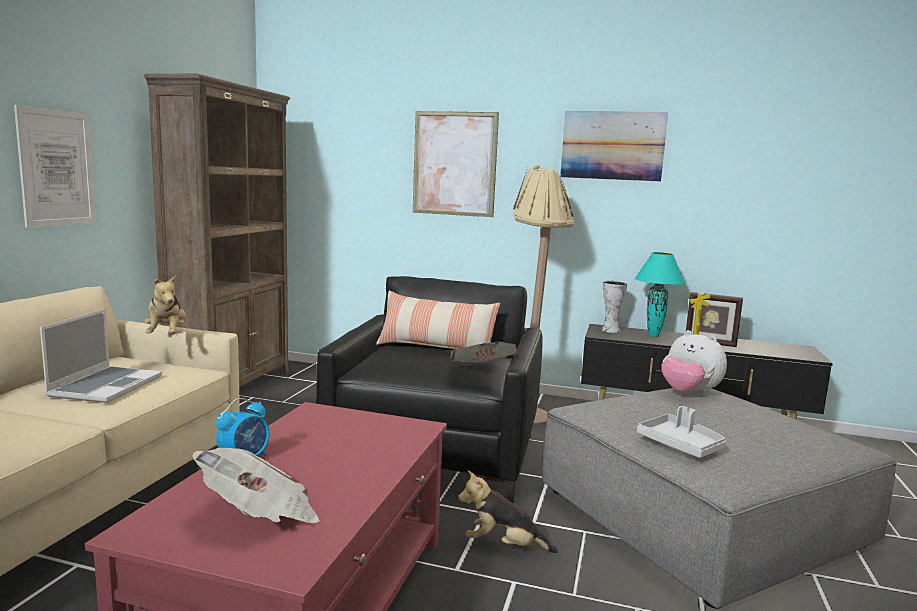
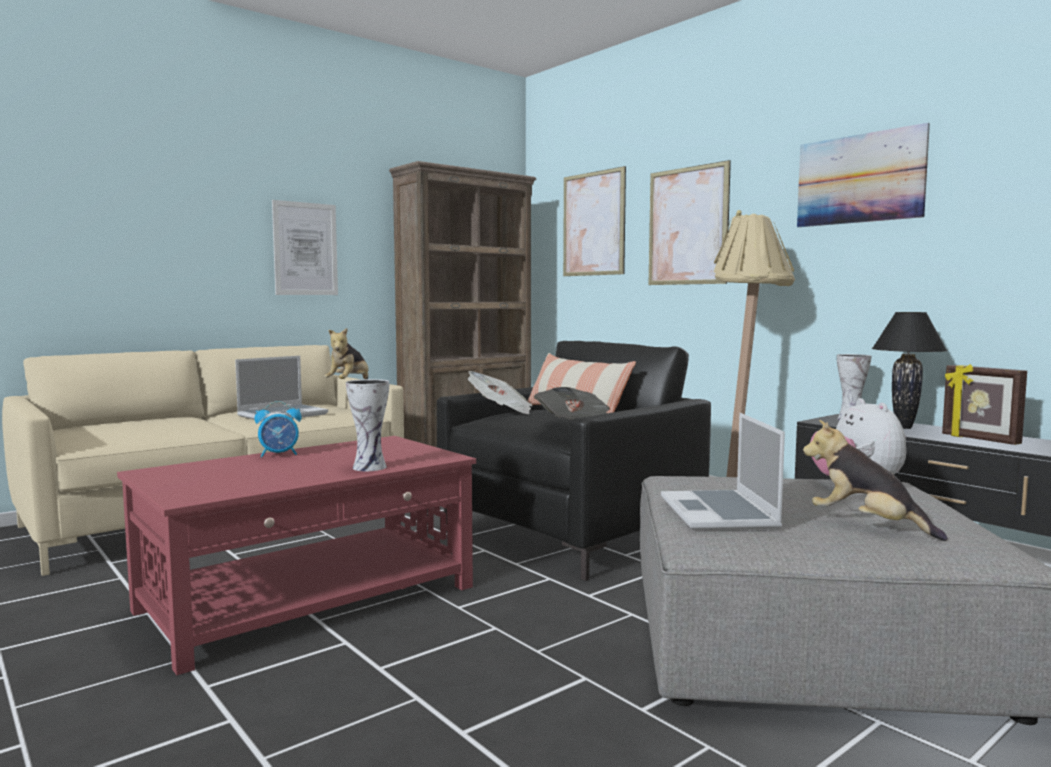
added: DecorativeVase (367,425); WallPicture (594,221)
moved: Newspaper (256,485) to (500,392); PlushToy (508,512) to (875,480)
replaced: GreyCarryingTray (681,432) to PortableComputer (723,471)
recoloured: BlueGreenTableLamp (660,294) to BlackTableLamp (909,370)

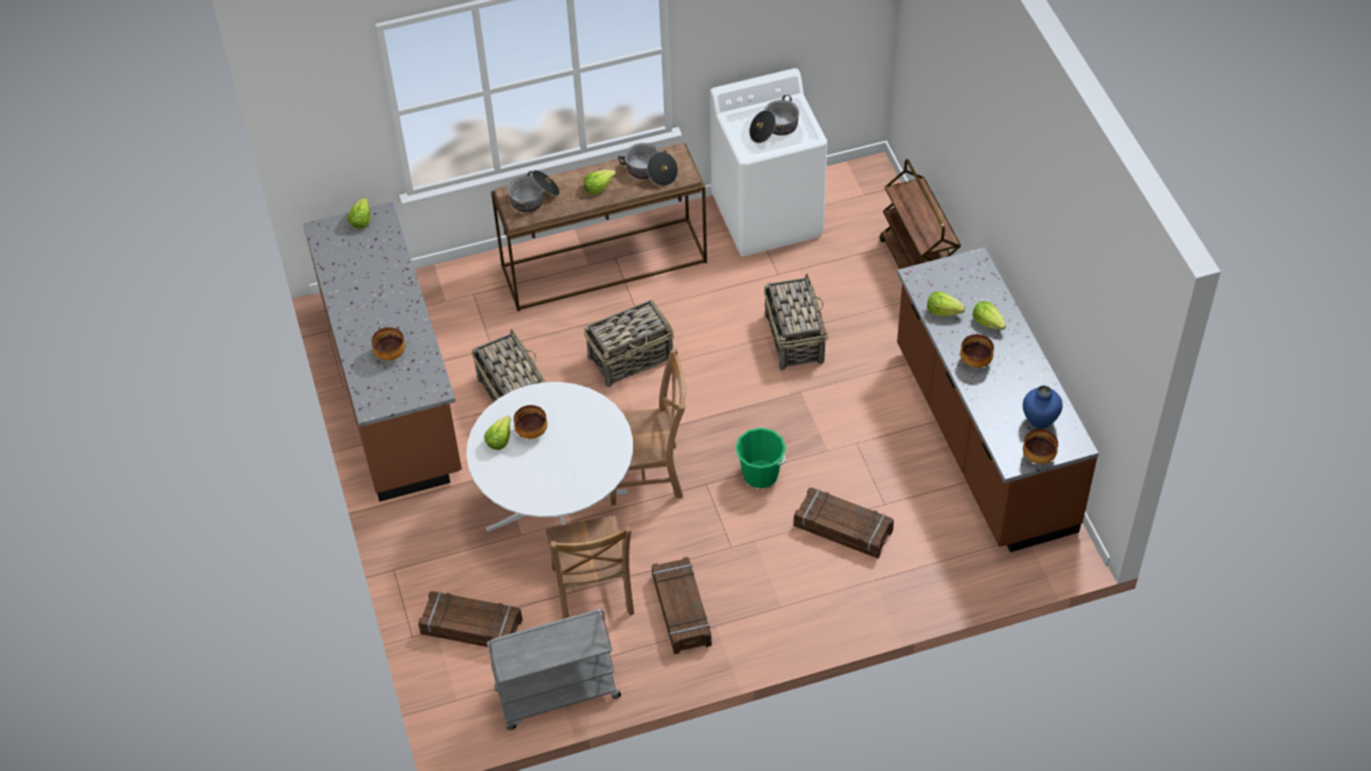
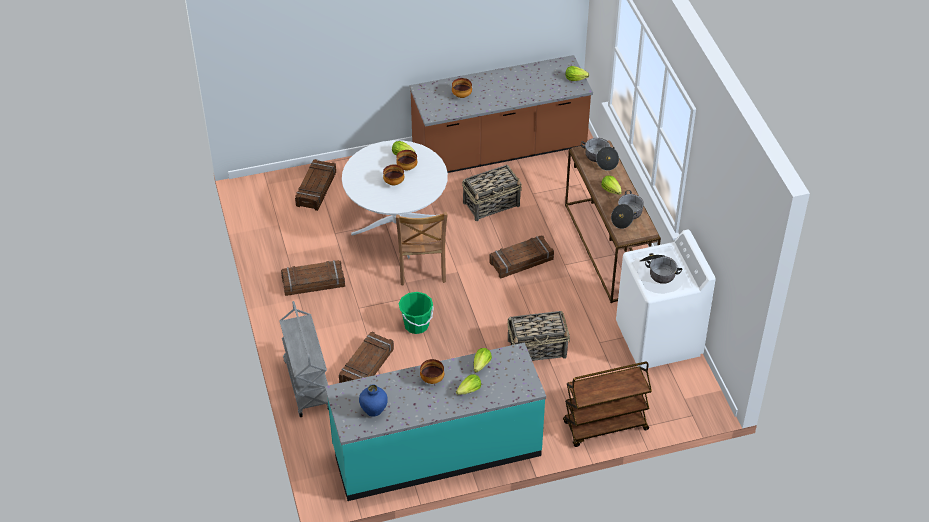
removed: BrownishUprightChair (590,567)
moved: GreyTrolley (554,669) to (304,359); ServingBowl (1040,446) to (393,175)
replaced: Basket (629,343) to PackingCrate (522,257)
recoloured: BrownishCounter (998,399) to BlueGreenCounter (435,422)

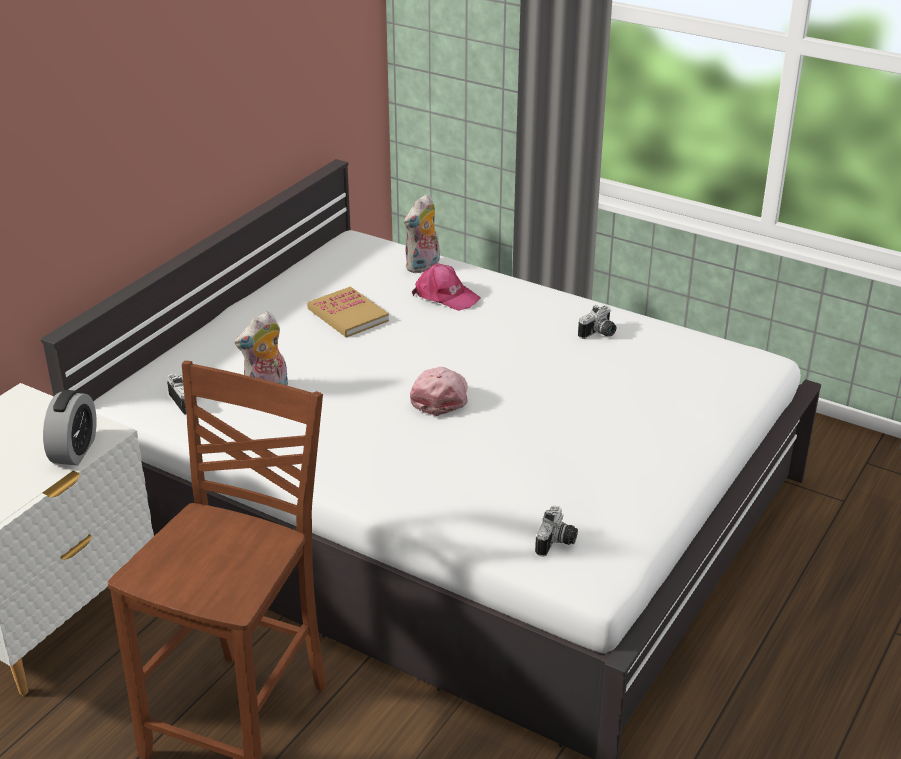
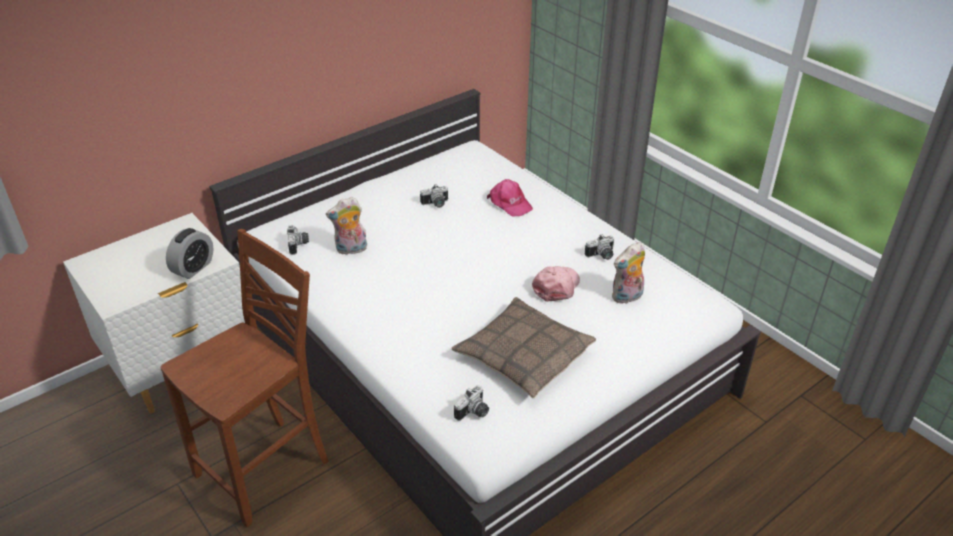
added: Cushion (524,347)
moved: PlushToy (422,234) to (628,273); PinkBaseballCap (439,391) to (556,284)
replaced: Book (348,312) to PhotoCamera (434,196)

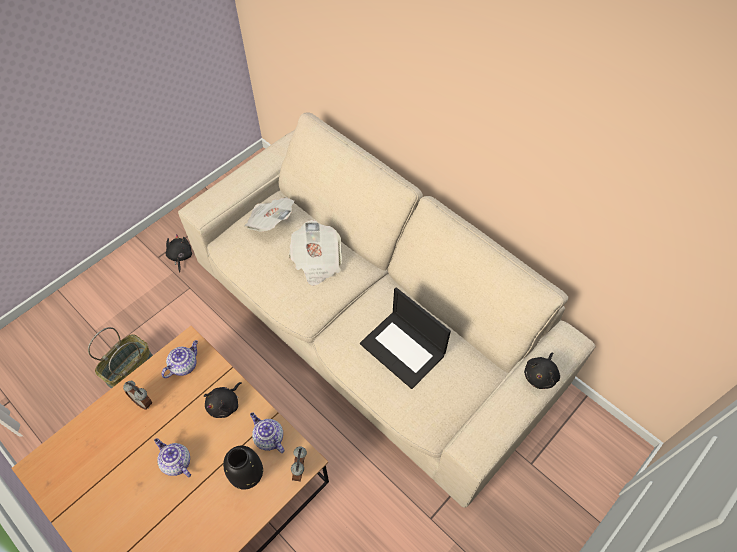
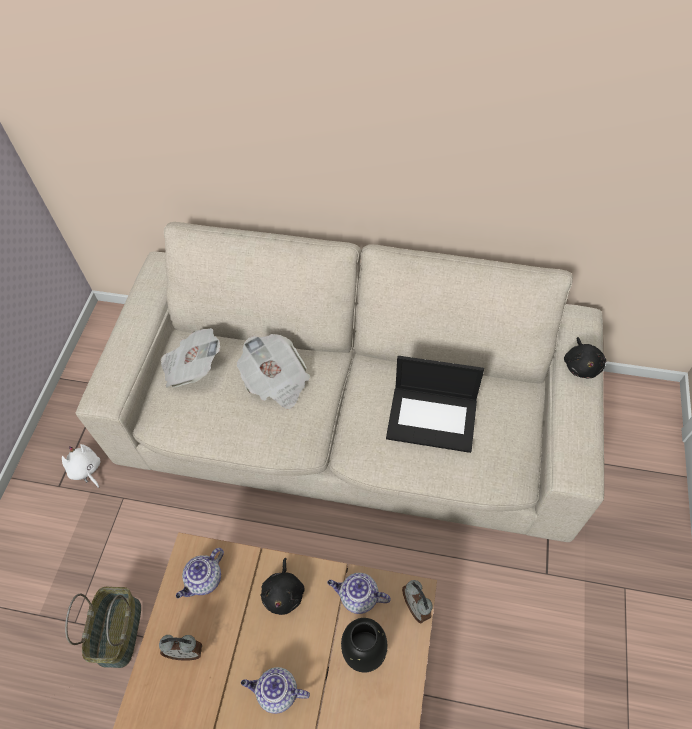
recoloured: BlackPlushToy (178,253) to WhitePlushToy (81,466)
turned: PotForTea (179,359) = (200,573) 150 degrees counterclockwise

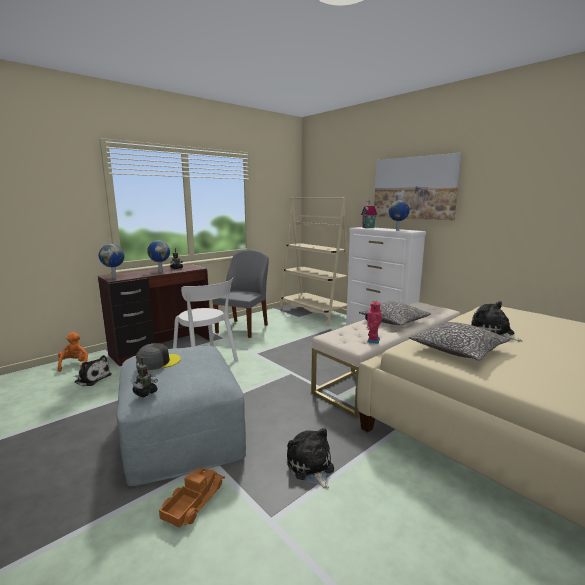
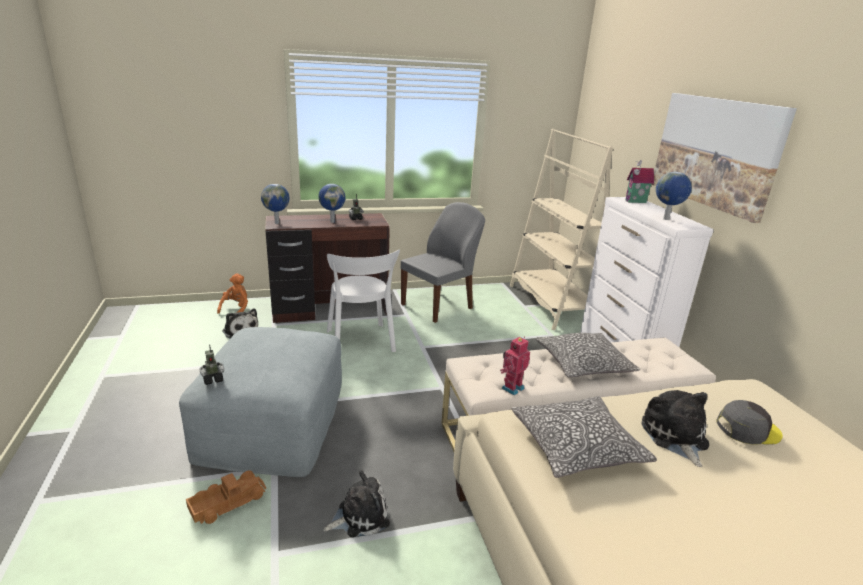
moved: GreyBaseballCap (158,357) to (749,422)
turned: PlushToy (310,458) = (356,503) 60 degrees clockwise

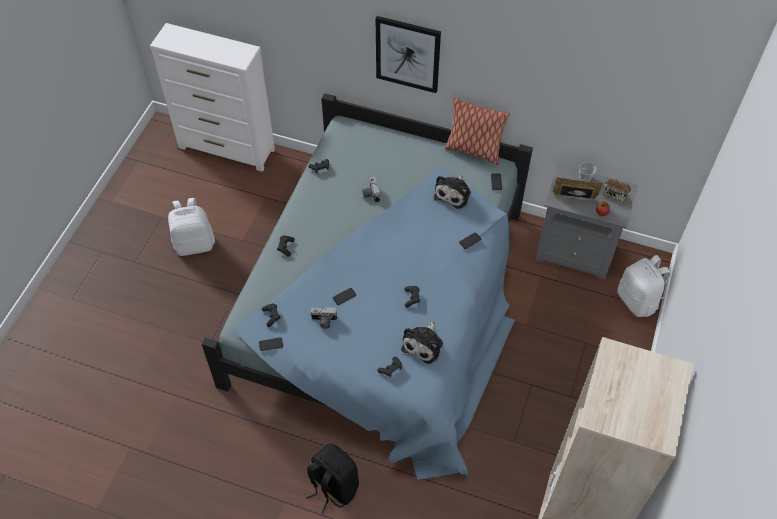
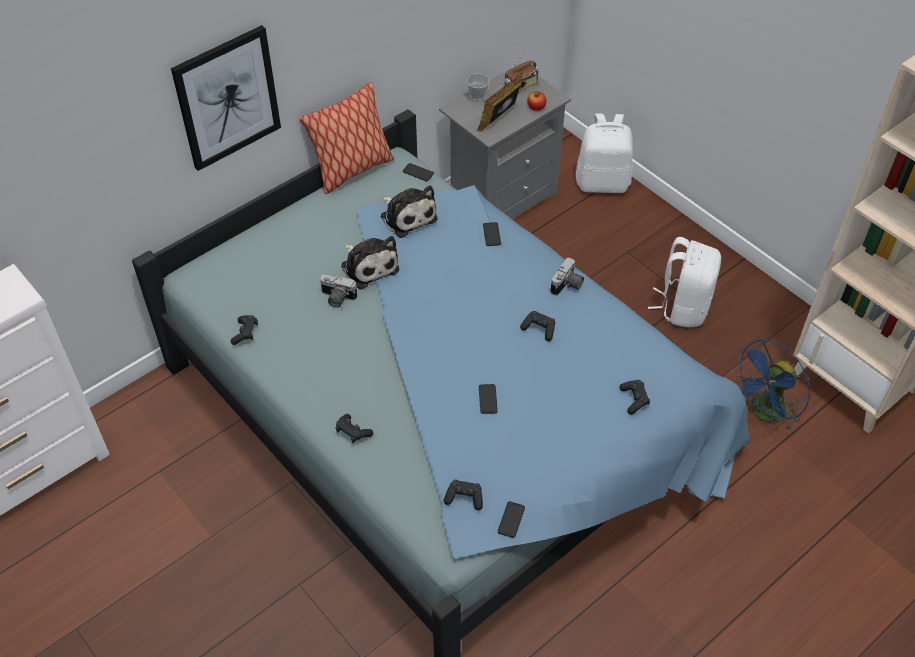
removed: BlackRucksack (332,478)
added: BlueColouredFan (770,385)
moved: WhiteRucksack (191,227) to (684,282); PhotoCamera (323,318) to (567,277); PlushToy (422,342) to (370,262)

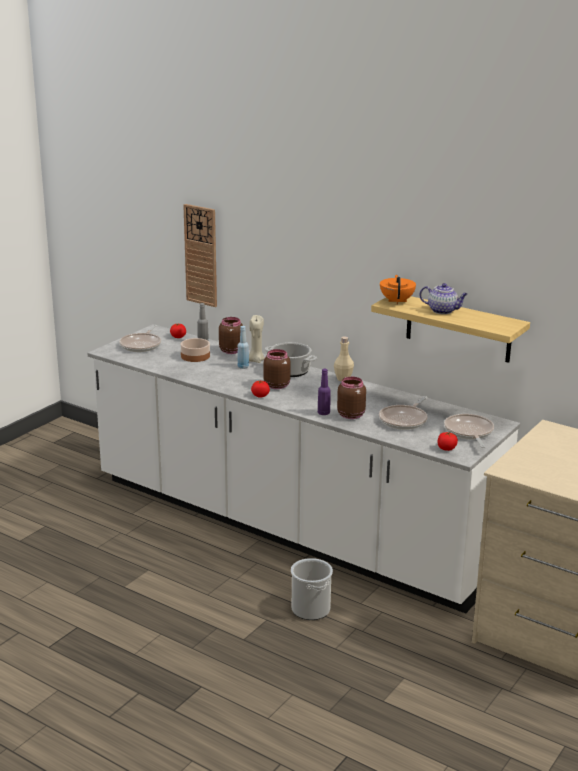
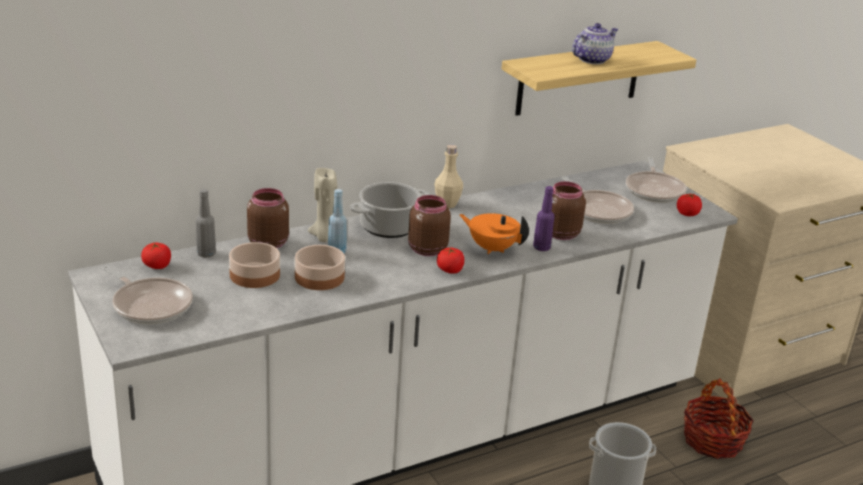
removed: ClockOnTheWall (200,255)
added: ServingBowl (320,267); Basket (719,418)
moved: OrangePotForTea (398,289) to (494,233)
turned: Skillet (469,431) = (656,180) 105 degrees counterclockwise

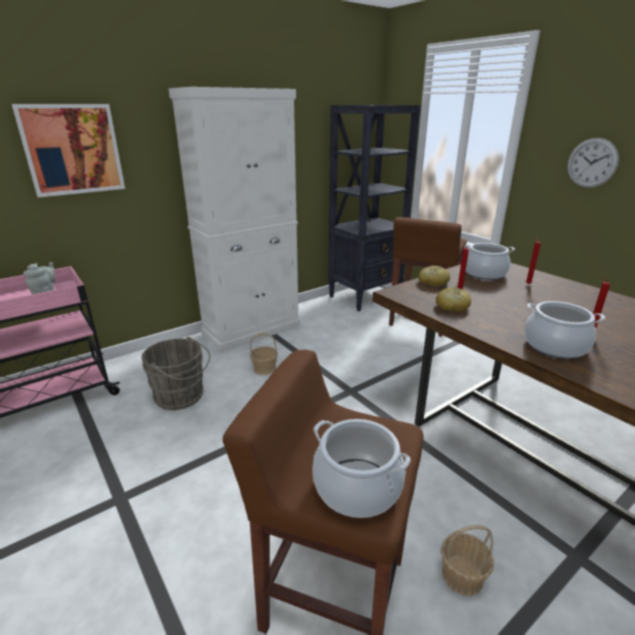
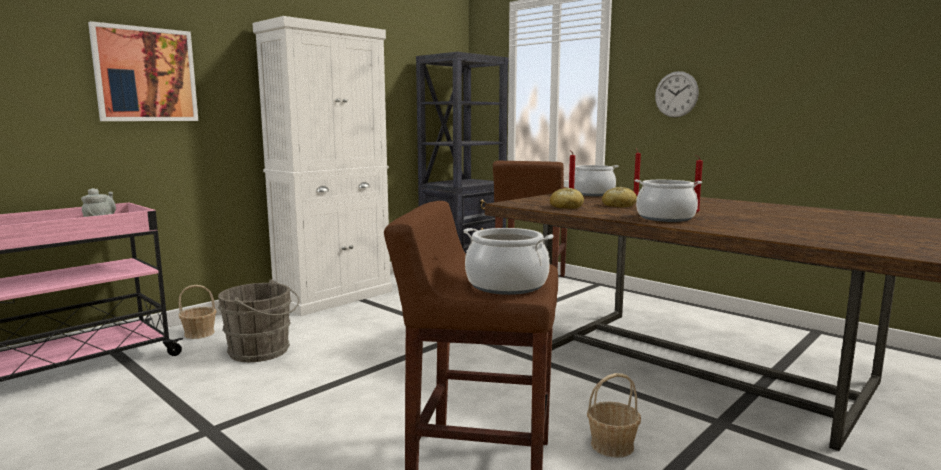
moved: Basket (264,354) to (198,312); BakeryBread (434,276) to (619,197)

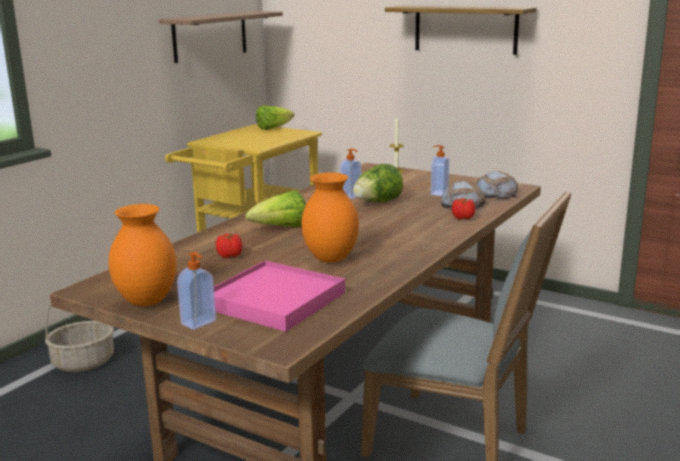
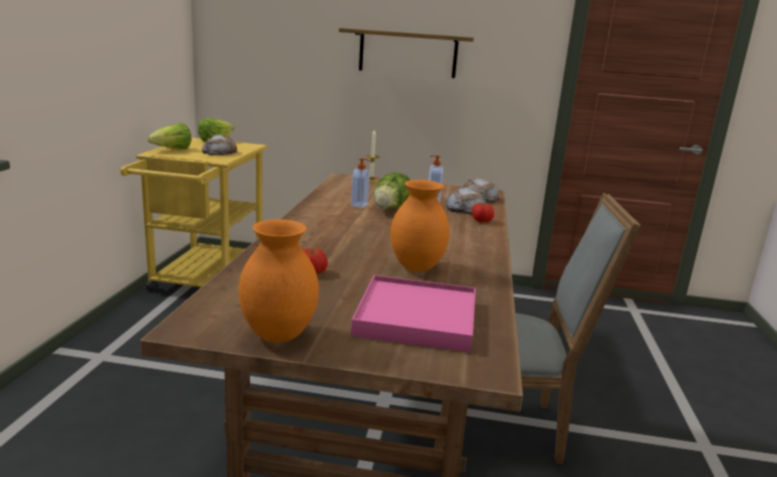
removed: Basket (79,328); WallShelf (221,37); SoapDispenser (196,291)
added: BakeryBread (220,145)
moved: LettuceHead (275,209) to (169,136)

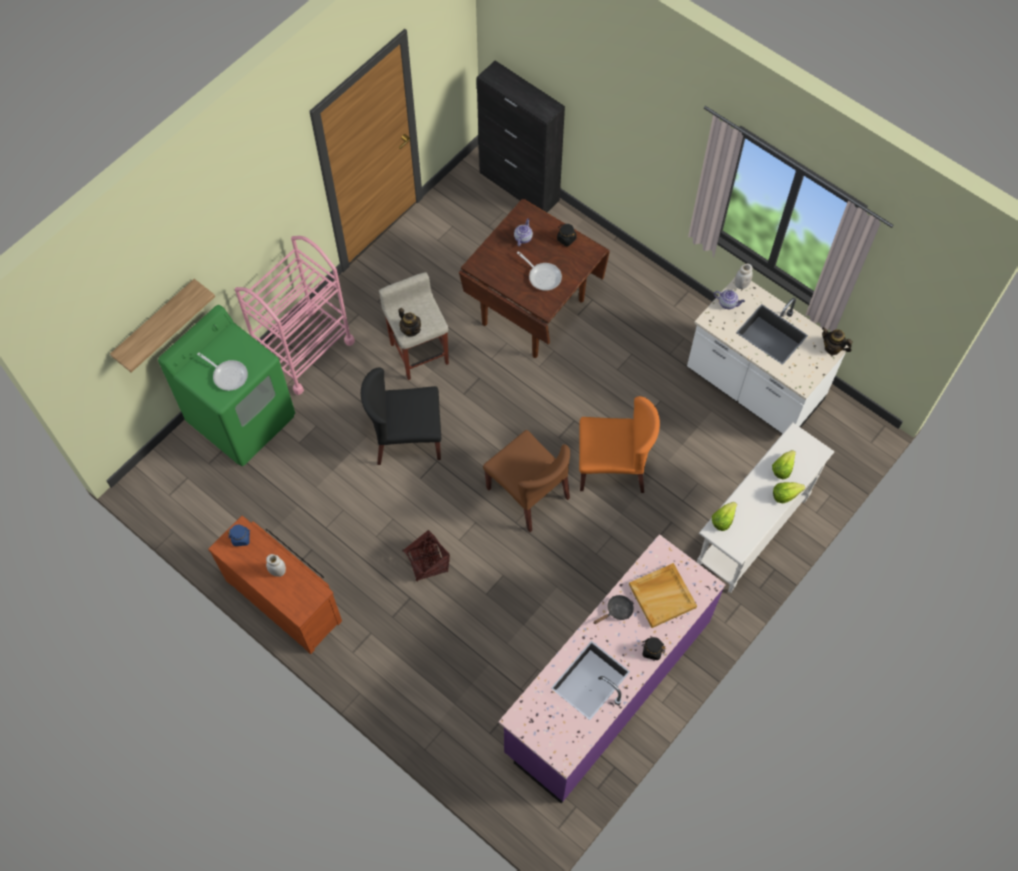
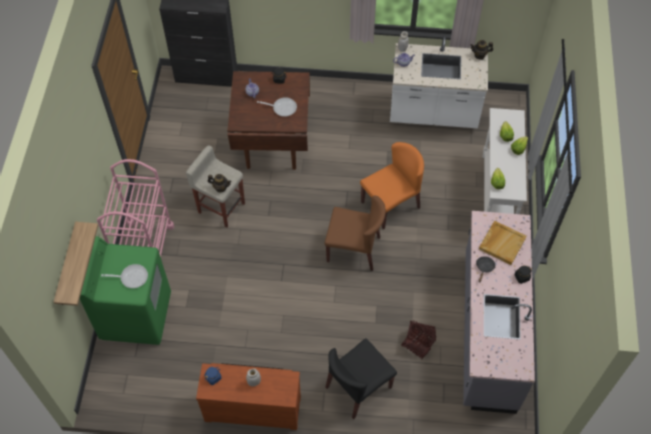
moved: BlackUprightChair (401,416) to (361,378); Basket (426,556) to (418,340)
recoloured: PurpleCounter (612,669) to GreyCounter (499,312)

